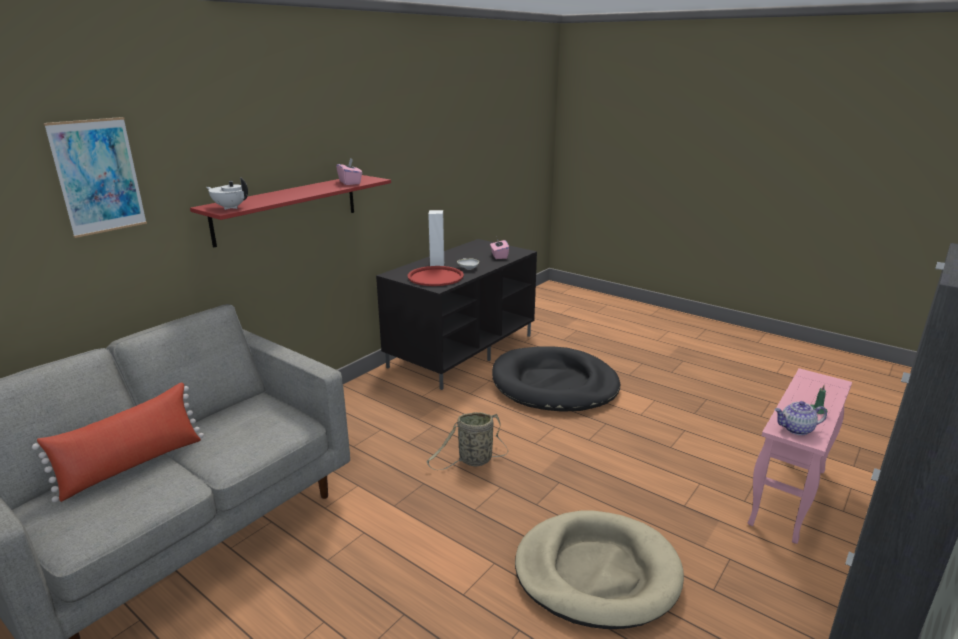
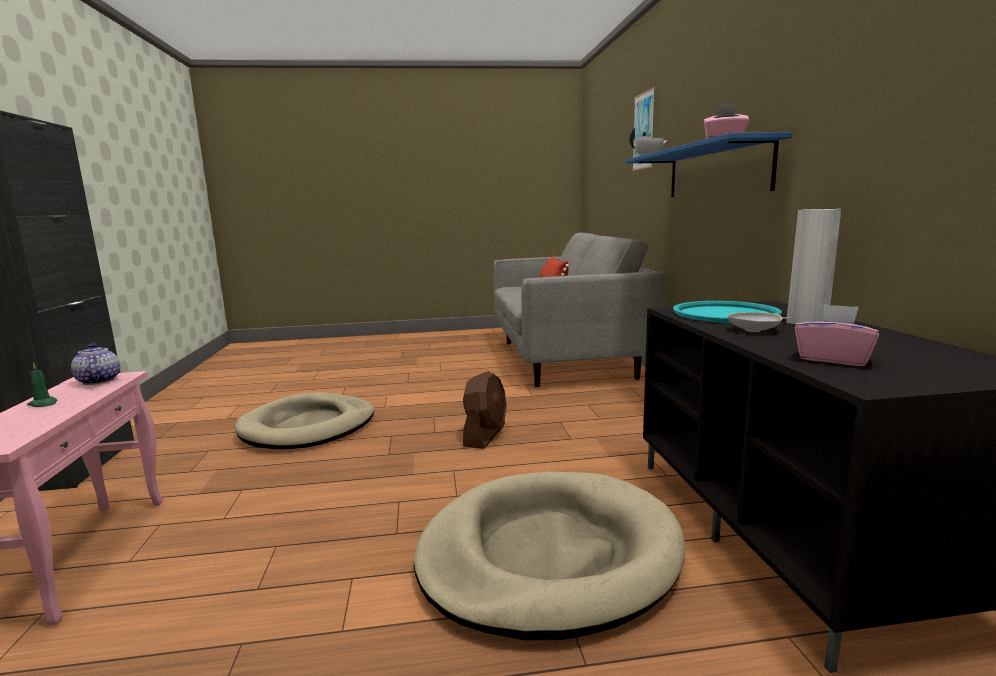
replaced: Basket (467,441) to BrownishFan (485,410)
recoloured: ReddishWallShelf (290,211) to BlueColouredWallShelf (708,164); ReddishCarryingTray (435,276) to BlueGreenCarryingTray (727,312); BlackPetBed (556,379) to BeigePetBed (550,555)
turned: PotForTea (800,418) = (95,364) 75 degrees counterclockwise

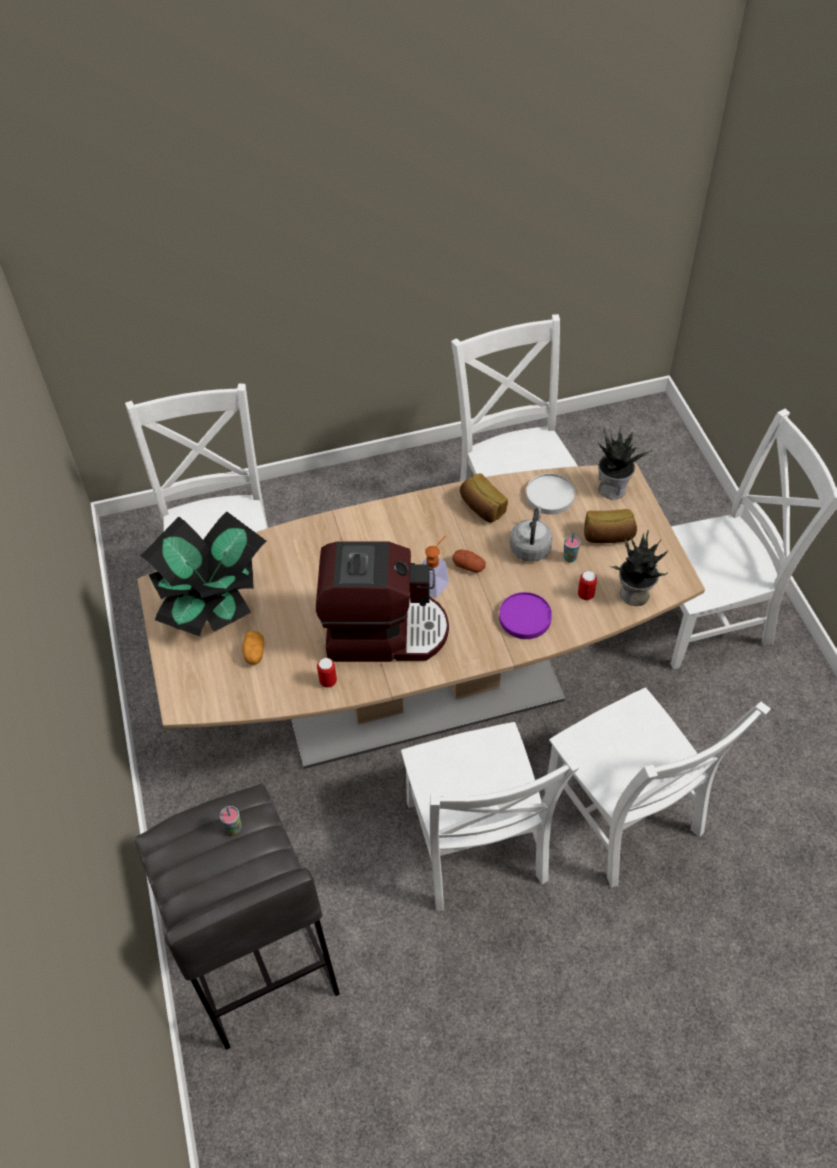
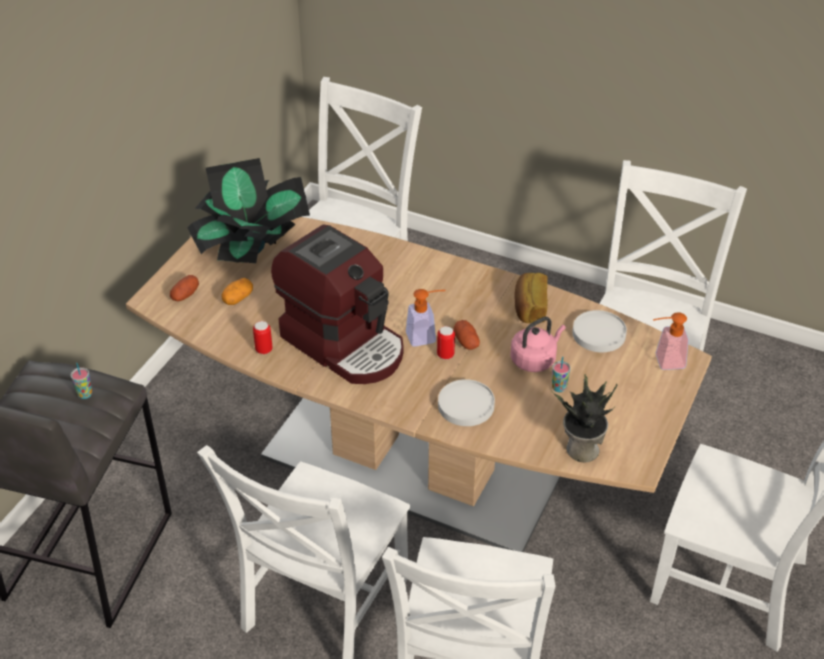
removed: BakeryBread (610,526)
added: Potato (184,288)
moved: MetalCan (587,586) to (446,343)
replaced: PottedPlant (625,463) to SoapDispenser (671,341)
recoloured: PurplePlate (525,615) to WhitePlate (466,402); GreyWaterKettle (531,534) to PinkWaterKettle (538,344)

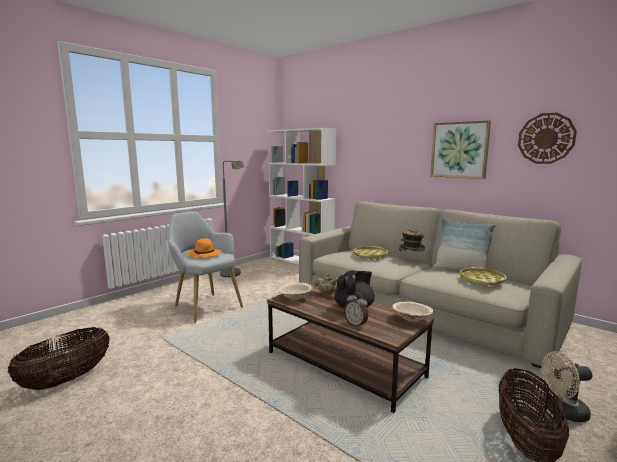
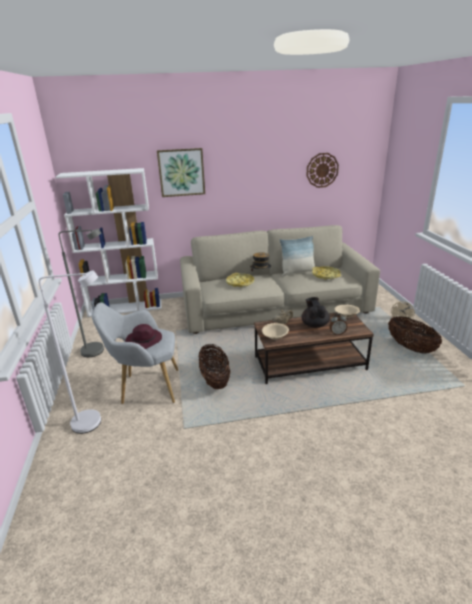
added: WhiteFloorLamp (70,352)
moved: Basket (58,358) to (214,366); WallPicture (460,149) to (181,172)
recoloured: OrangeHat (204,248) to PurpleHat (143,336)

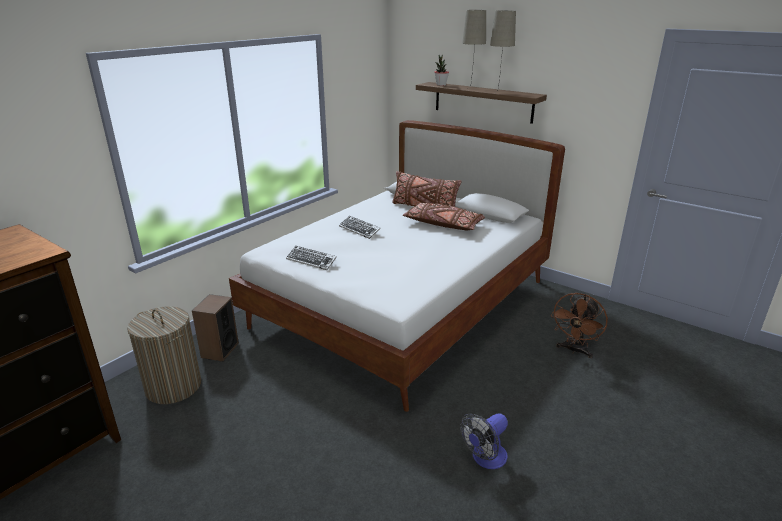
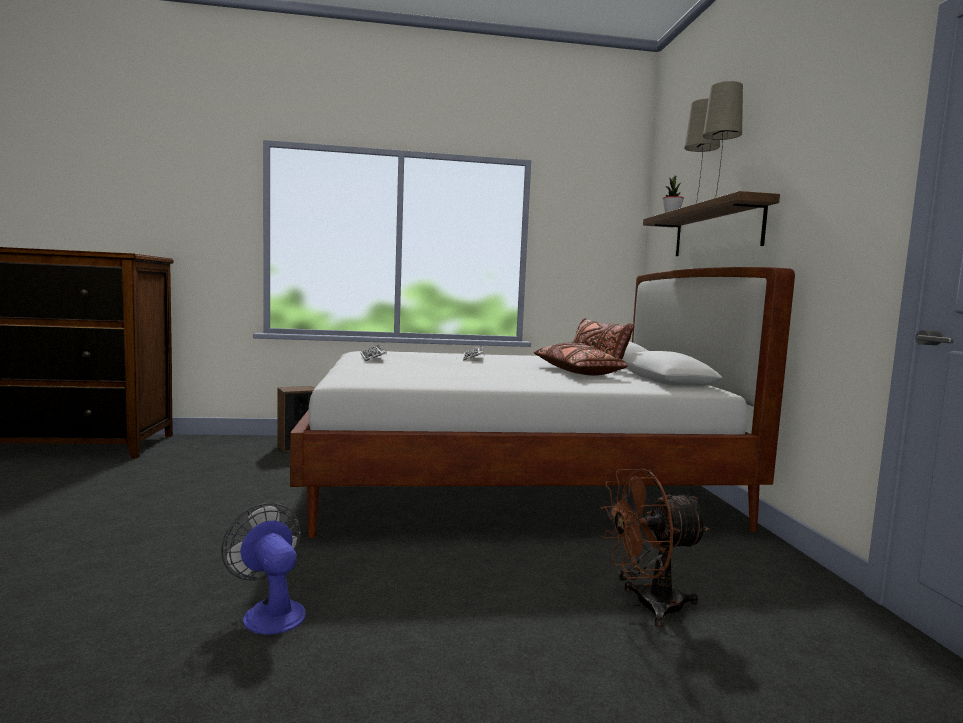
removed: Hamper (164,355)
turned: Fan (484,441) = (263,569) 45 degrees clockwise

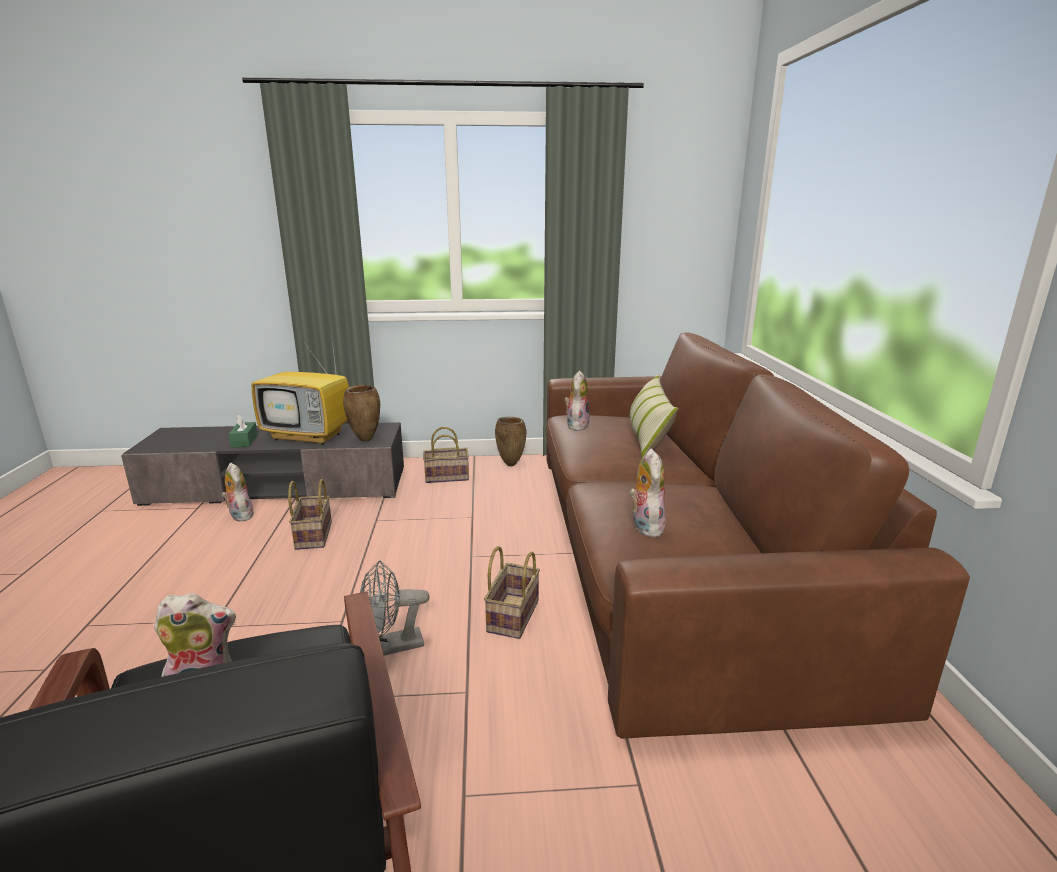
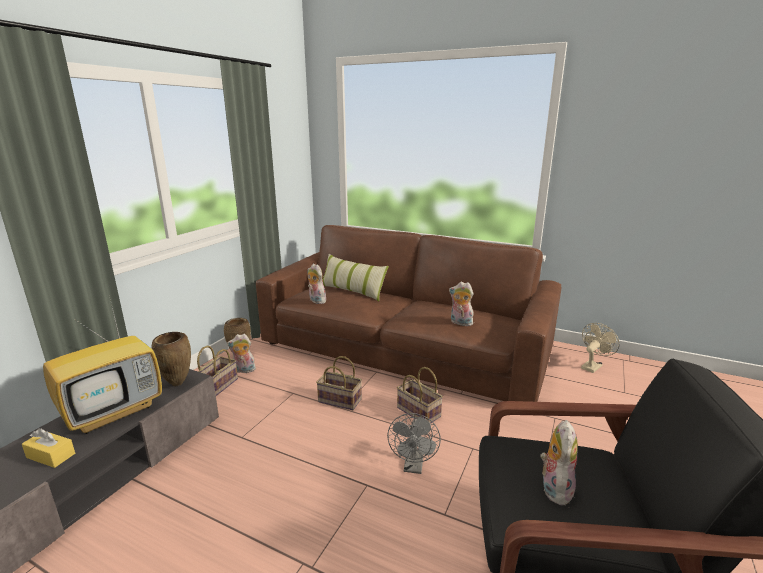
added: BeigeFan (600,348)
moved: PlushToy (238,491) to (241,353); Basket (310,514) to (339,383)
recoloured: GreenColouredTissueHolder (243,431) to YellowTissueHolder (48,448)

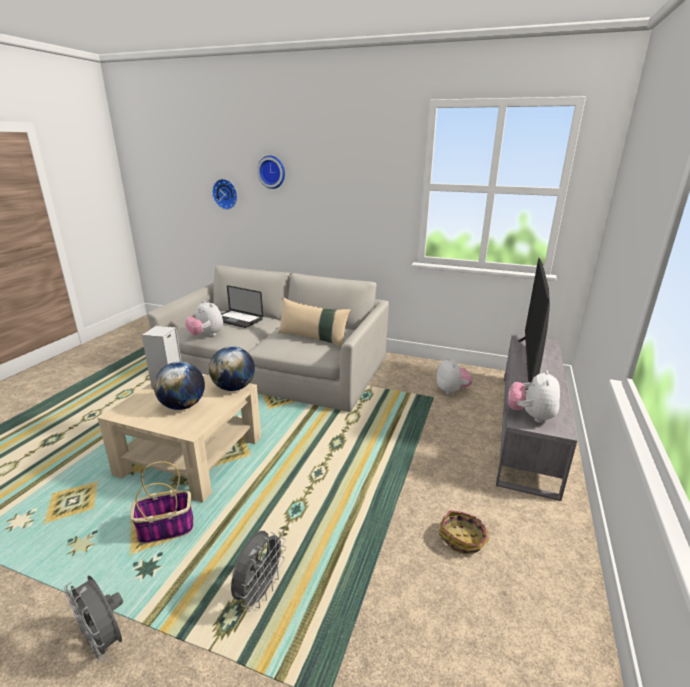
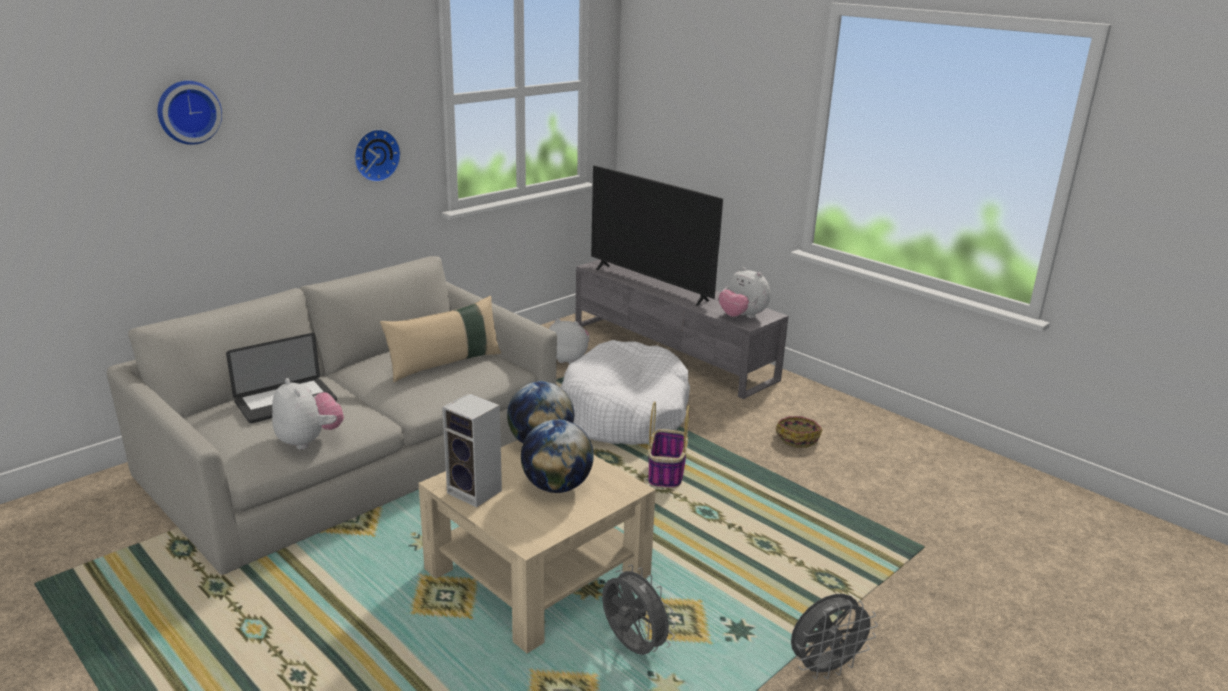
added: WhitePetBed (625,392)
moved: Basket (162,502) to (669,444); ClockOnTheWall (225,194) to (377,155); GreyFan (258,571) to (639,609)
turned: PlushToy (204,318) = (308,414) 105 degrees counterclockwise

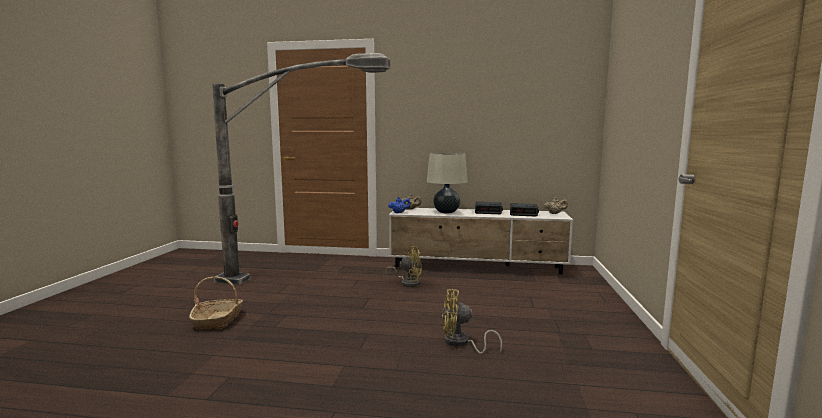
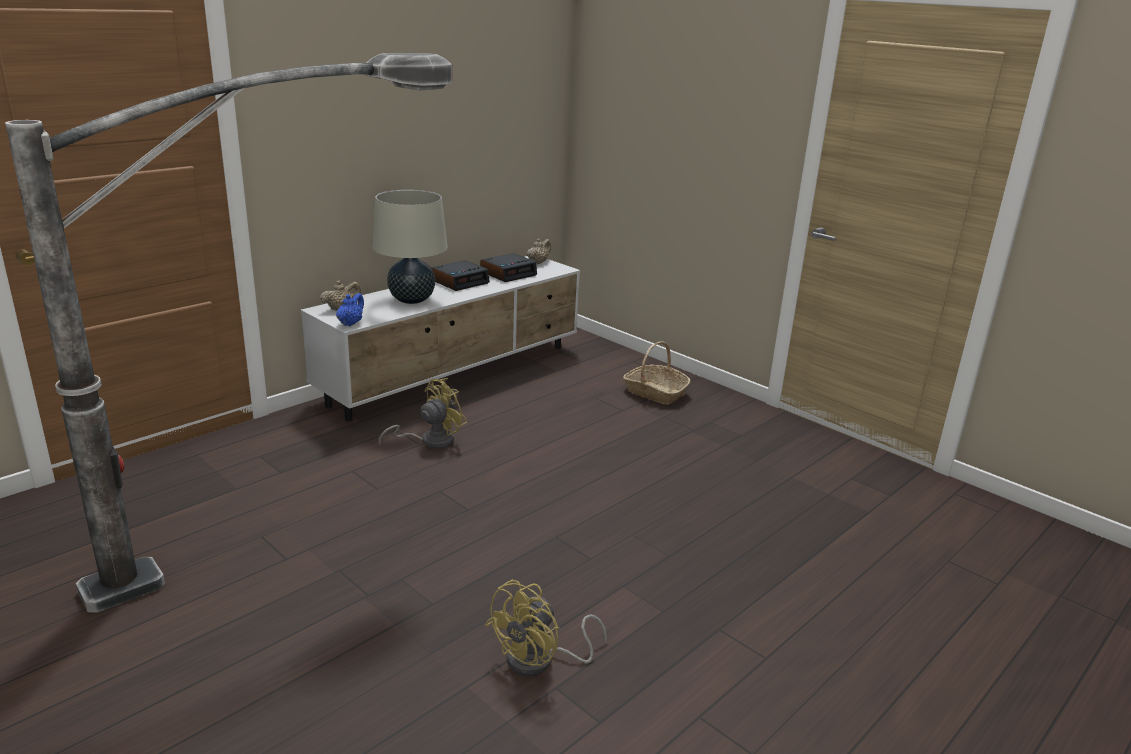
moved: Basket (216,303) to (656,373); YellowFan (472,321) to (546,628)

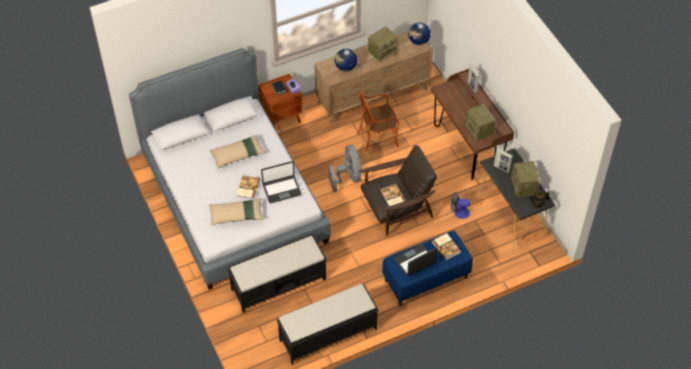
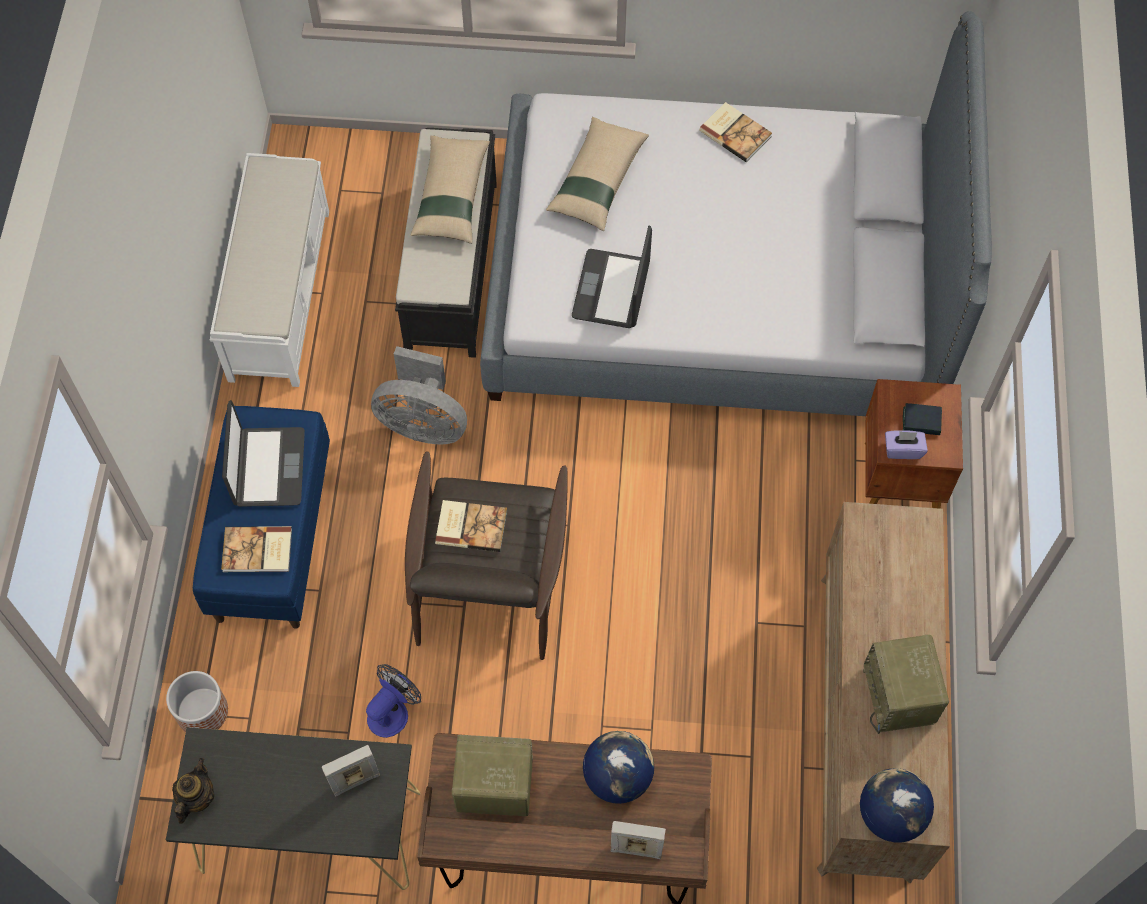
removed: EasyChair (378,120); RadioReceiver (525,179)
added: Planter (197,701)
moved: BeigeCushion (237,151) to (450,189); Book (248,187) to (735,132); GreyFan (345,168) to (419,395); WorldGlobe (346,60) to (618,767)
recoloured: BlackIndoorBench (328,324) to WhiteIndoorBench (269,270)

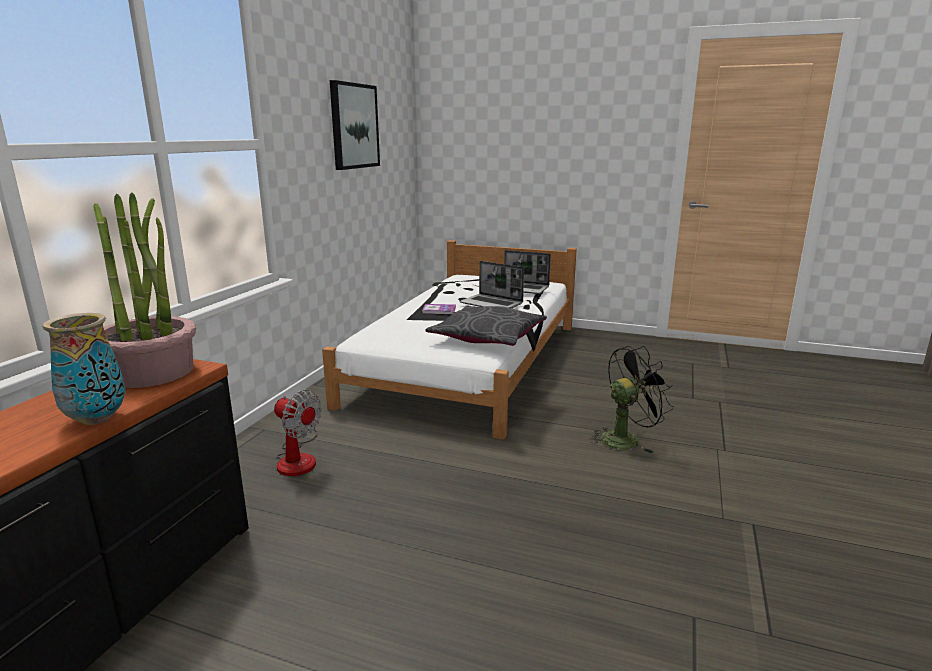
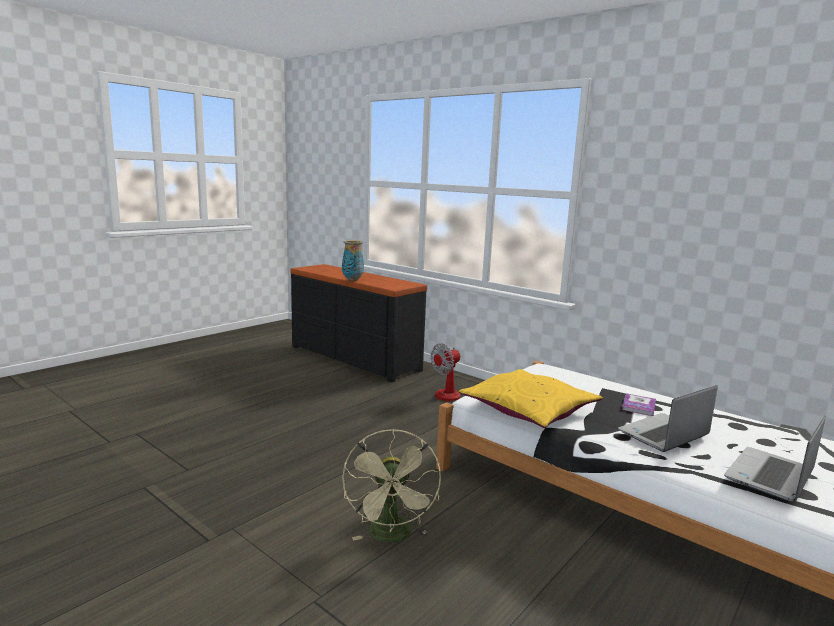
removed: PottedPlant (144,290); WallPicture (355,125)
recoloured: GreyCushion (486,326) to YellowCushion (531,398); BlackFan (631,399) to BeigeFan (391,485)

